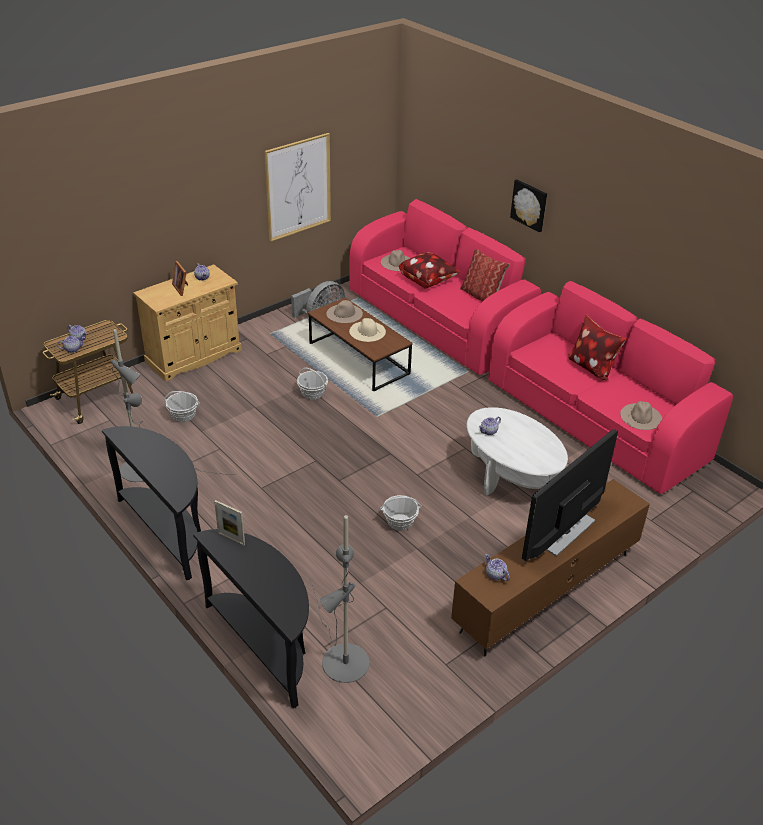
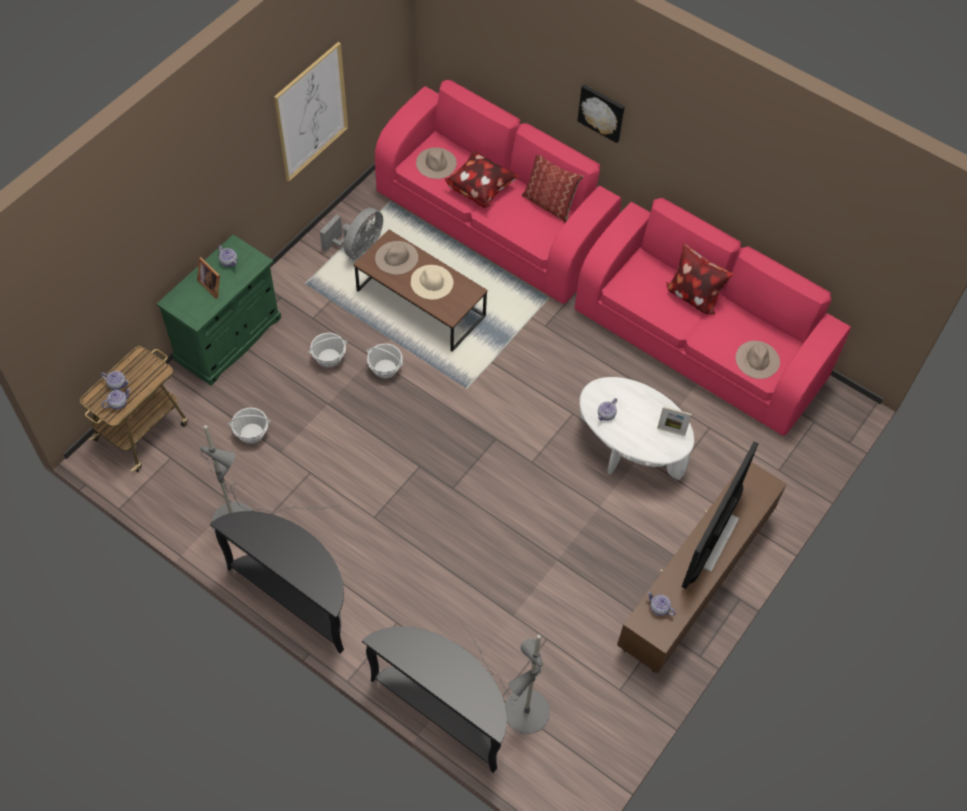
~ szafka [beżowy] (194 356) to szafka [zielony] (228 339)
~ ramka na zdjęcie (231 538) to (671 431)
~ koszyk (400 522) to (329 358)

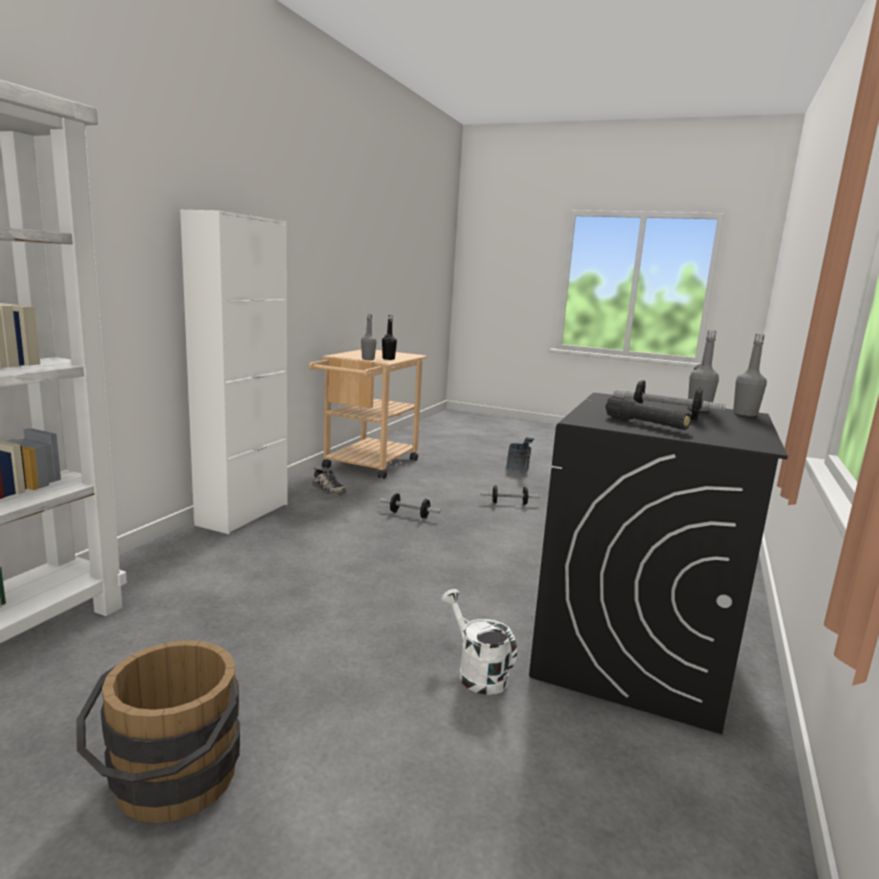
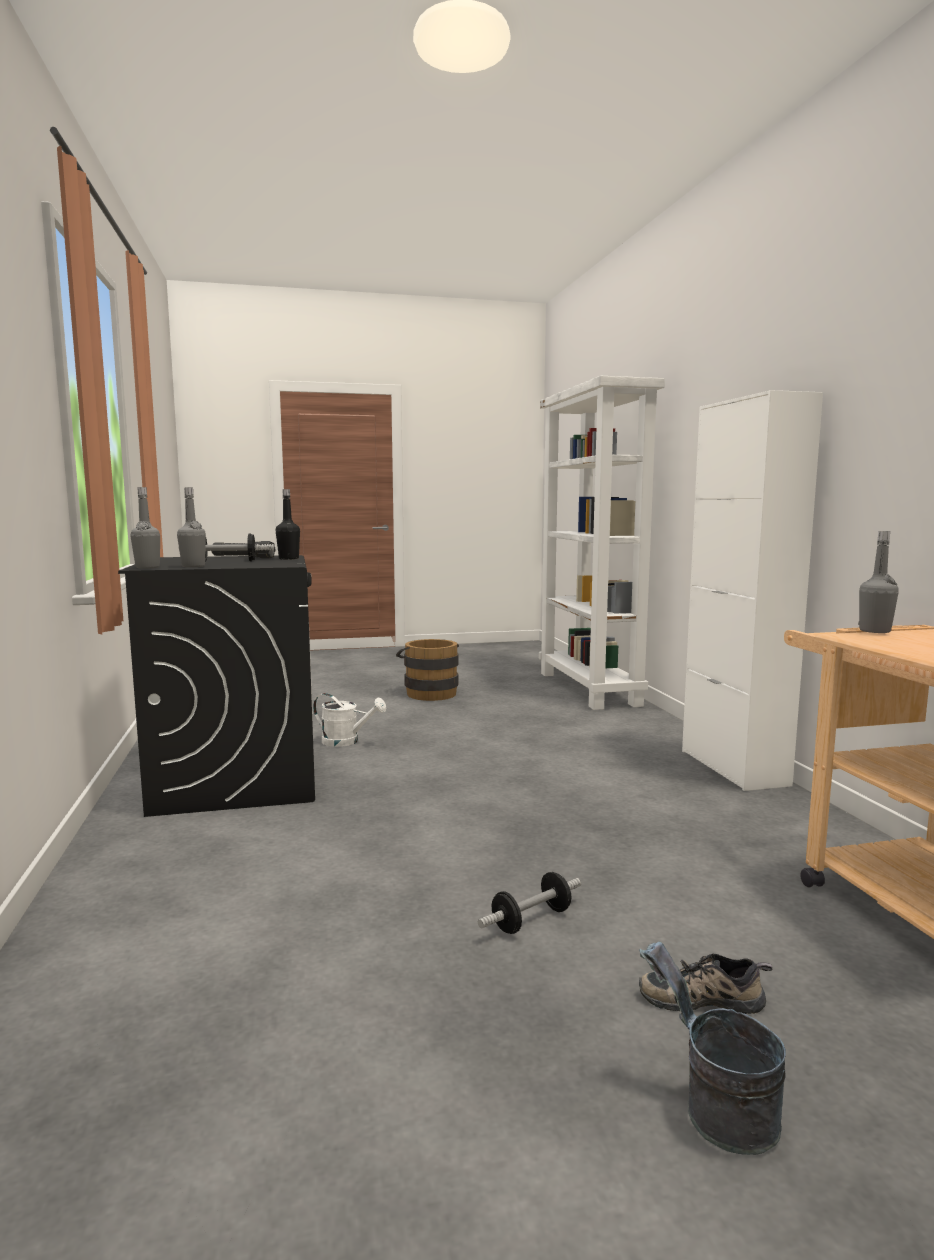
~ but (327 489) to (702 997)
- hantel (409 514)
~ butelka [czarny] (388 359) to (289 559)

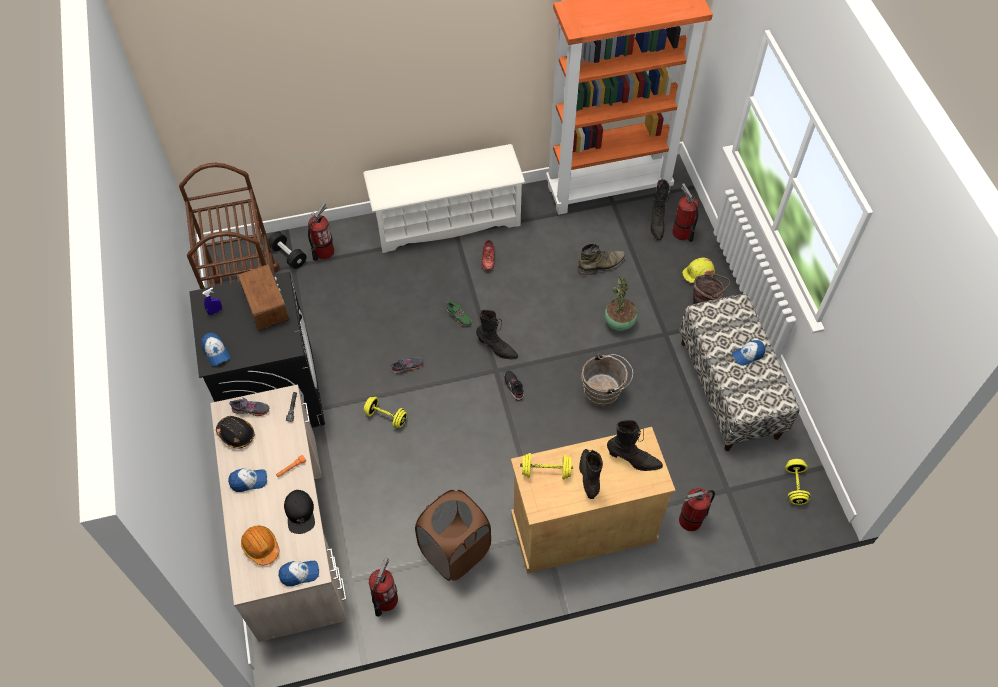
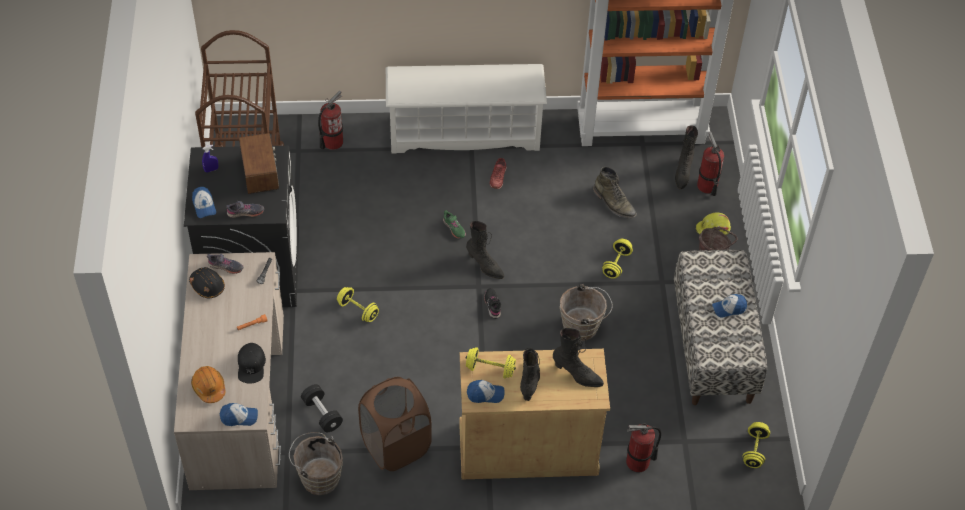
~ czapka z daszkiem (249 481) to (485 394)
~ hantel [czarny] (288 255) to (322 414)
~ gaśnica (385 600) to wiadro [brązowy] (318 476)
~ but [szary] (407 366) to (245 212)
~ but z cholewką [zielony] (601 265) = (614 203) 60 degrees clockwise
~ roślina doniczkowa (619 324) to hantel [żółty] (616 264)

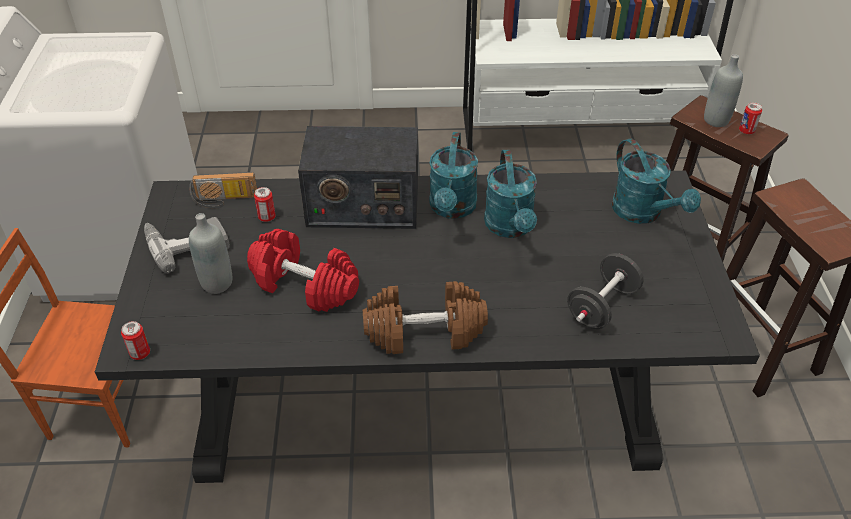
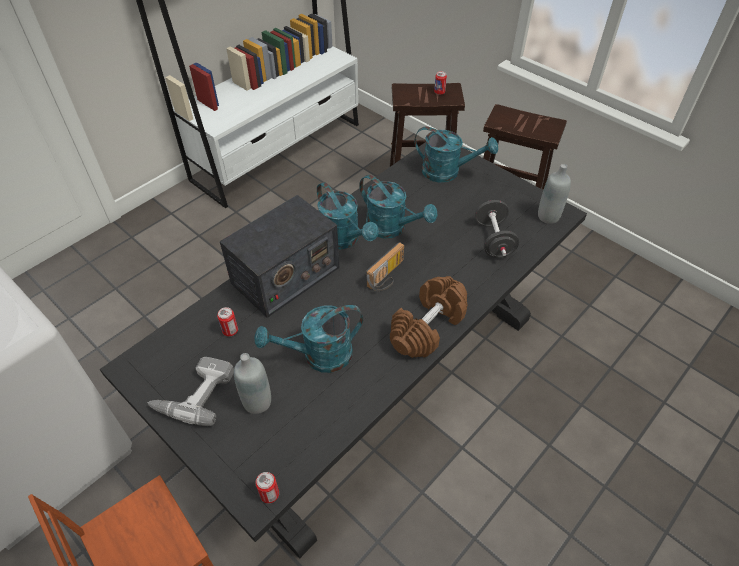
~ radio (225 200) to (387 276)
~ hantel [czerwony] (304 285) to konewka [turkusowy] (319 356)
~ butelka [szary] (716 120) to (548 216)

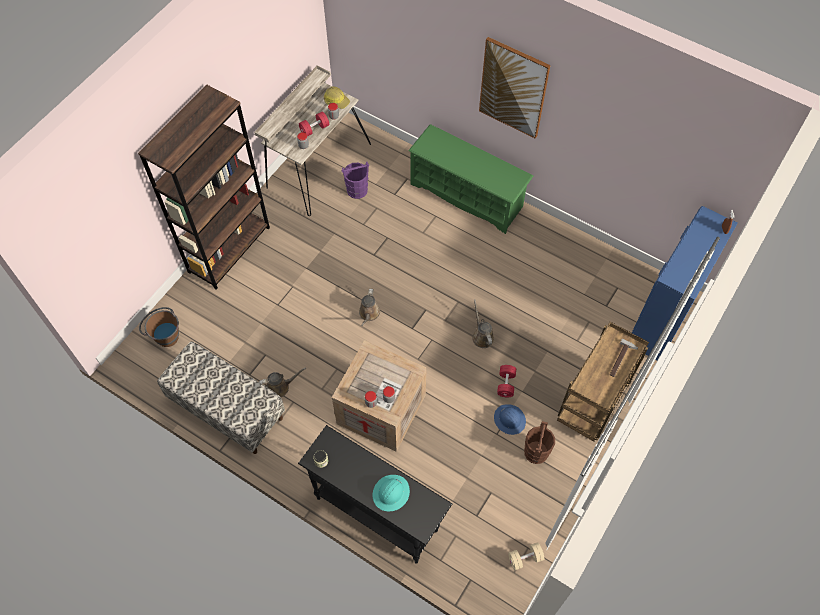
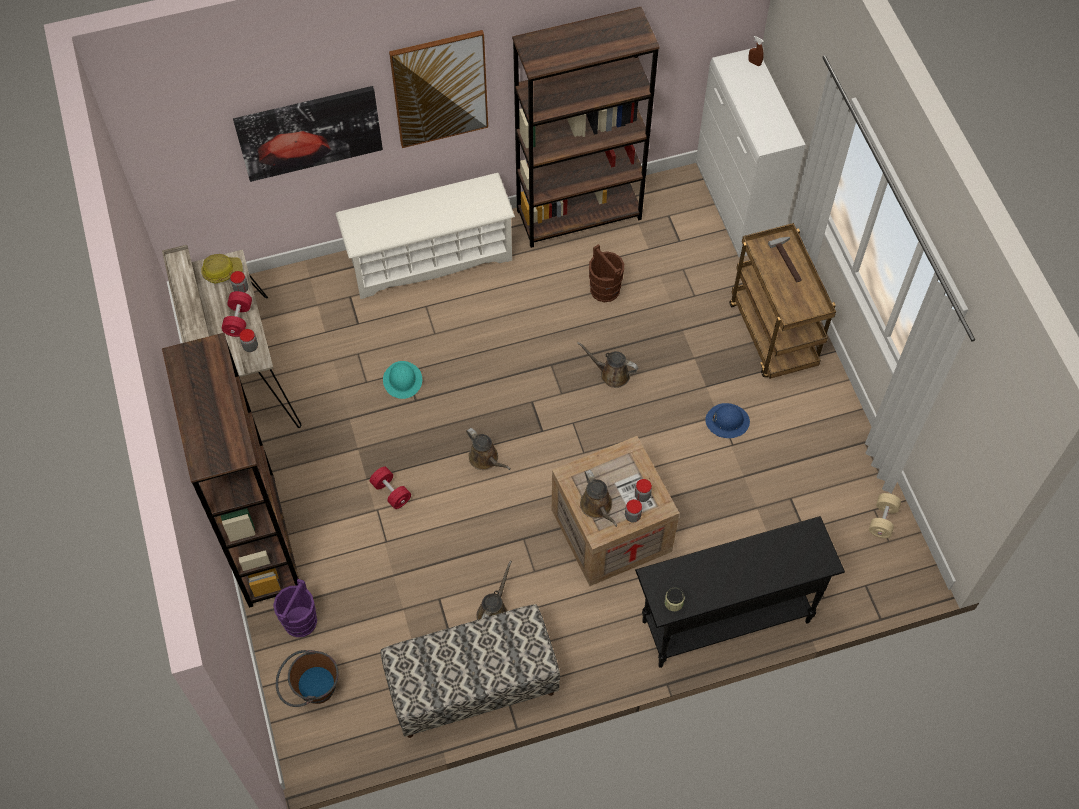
~ wiadro [fioletowy] (357 190) to (300 621)
~ kask [turkusowy] (391 493) to (403 380)
~ regał na buty [zielony] (467 195) to regał na buty [biały] (430 258)
~ hantel [czerwony] (506 384) to (391 492)
~ wiadro [brązowy] (536 452) to (605 290)
~ szafka [niebieski] (662 319) to szafka [biały] (737 207)
+ obraz (309 132)
+ regał [brązowy] (579 214)
+ konewka [brązowy] (597 507)

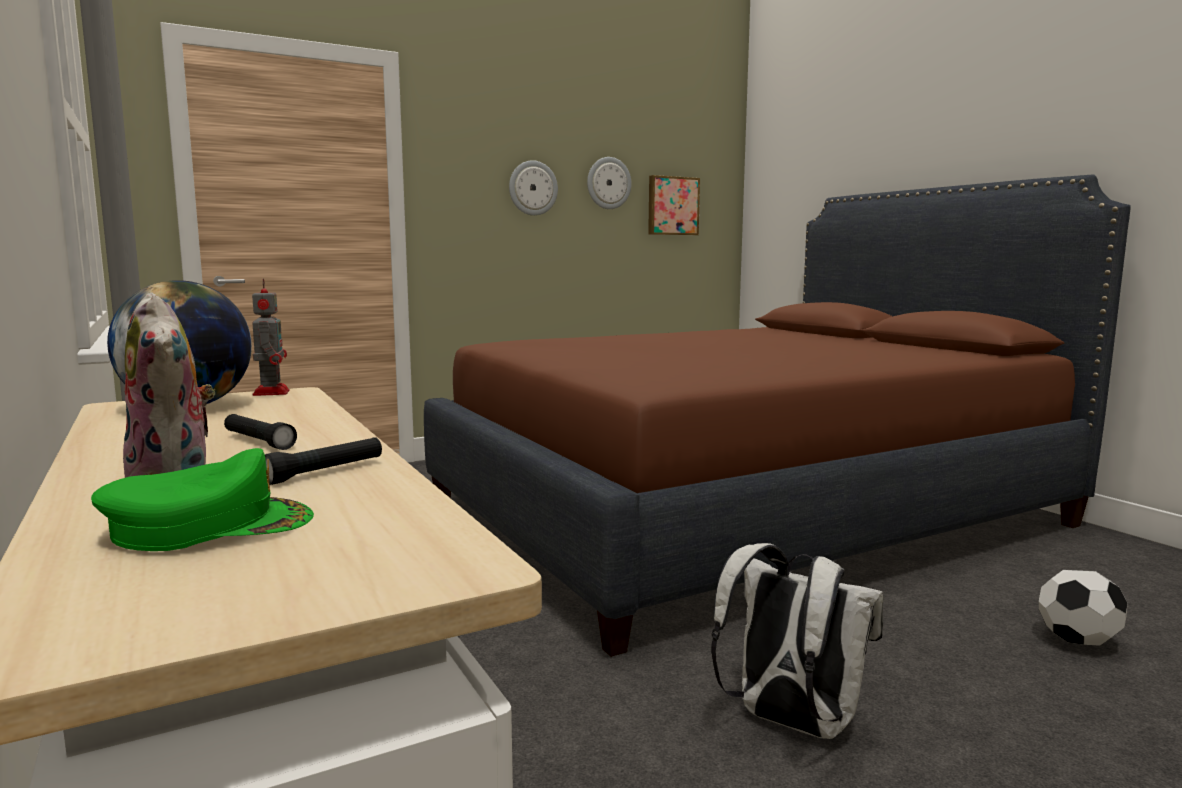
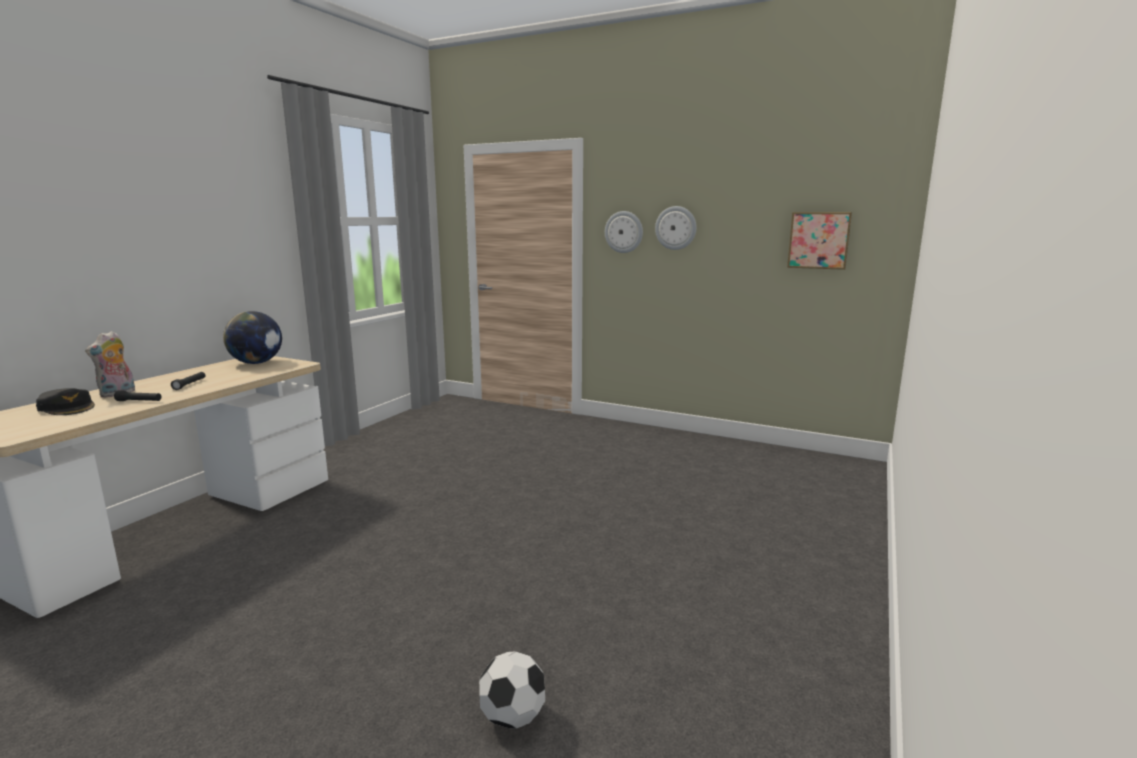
~ czapka z daszkiem [zielony] (210 525) to czapka z daszkiem [czarny] (67 408)
- robot zabawkowy (271 392)
- łóżko [brązowy] (745 512)
~ zegar ścienny (608 183) to (624 232)
- plecak [biały] (790 722)

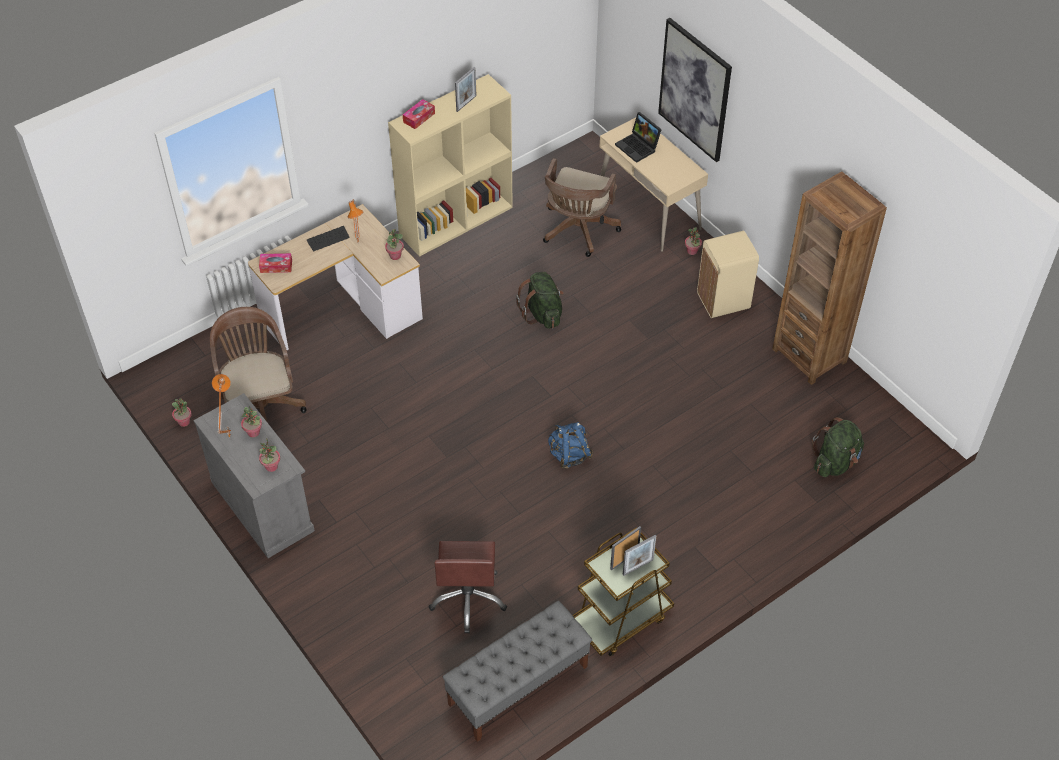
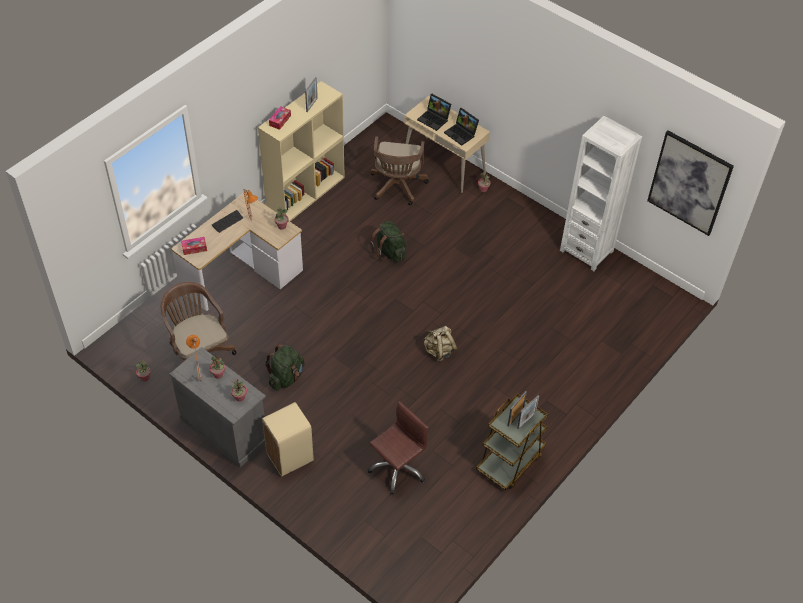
~ krzesło biurowe [brązowy] (468 598) = (397 468) 120 degrees counterclockwise
- ławka [szary] (518 685)
~ plecak [niebieski] (569 455) to plecak [beżowy] (439 351)
~ obraz (695 90) to (689 183)
~ kosz na śmieci [beżowy] (722 300) to (289 457)
~ regał [brązowy] (809 355) to regał [biały] (586 251)
~ plecak [zielony] (835 462) to (286 377)
+ laptop (461 133)

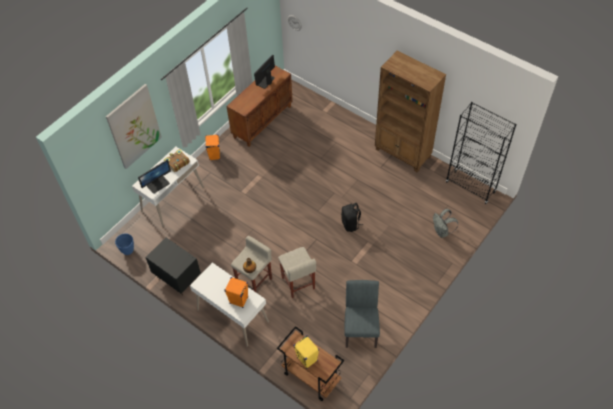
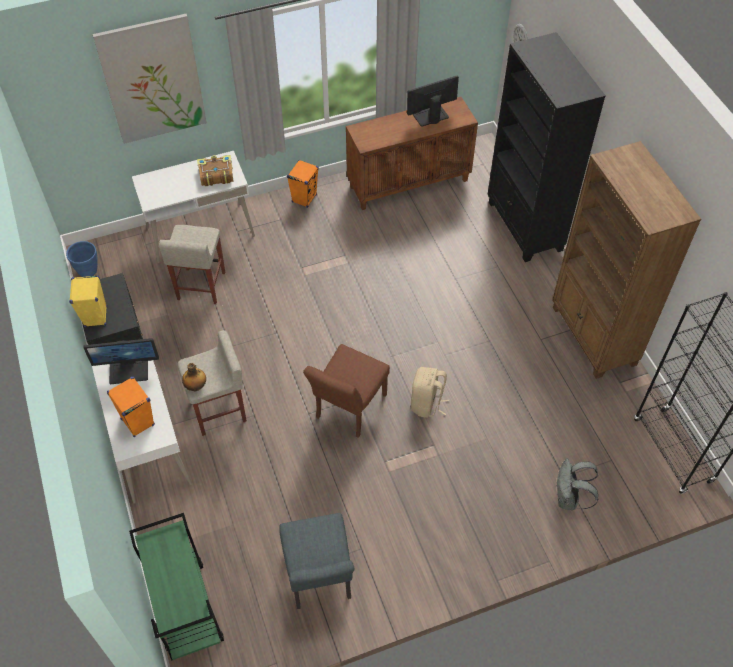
~ monitor (158 184) to (129 371)
~ wózek [brązowy] (310 376) to wózek [zielony] (186 609)
~ stołek [beżowy] (298 283) to (201 286)
~ głośnik [żółty] (307 359) to (96 317)
~ plecak [czarny] (350 224) to plecak [beżowy] (427 404)
~ krzesło [szary] (360 328) = (319 579) 135 degrees clockwise
+ krzesło [brązowy] (348 410)
+ regał [czarny] (524 227)

